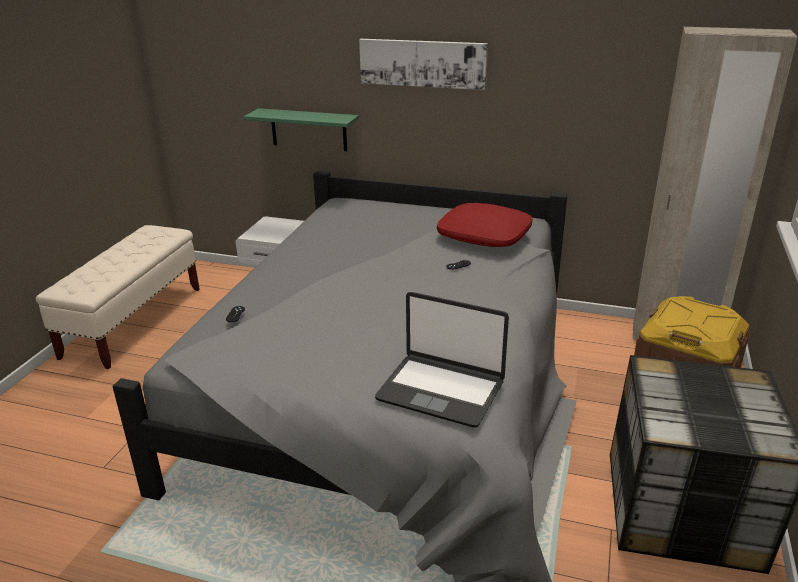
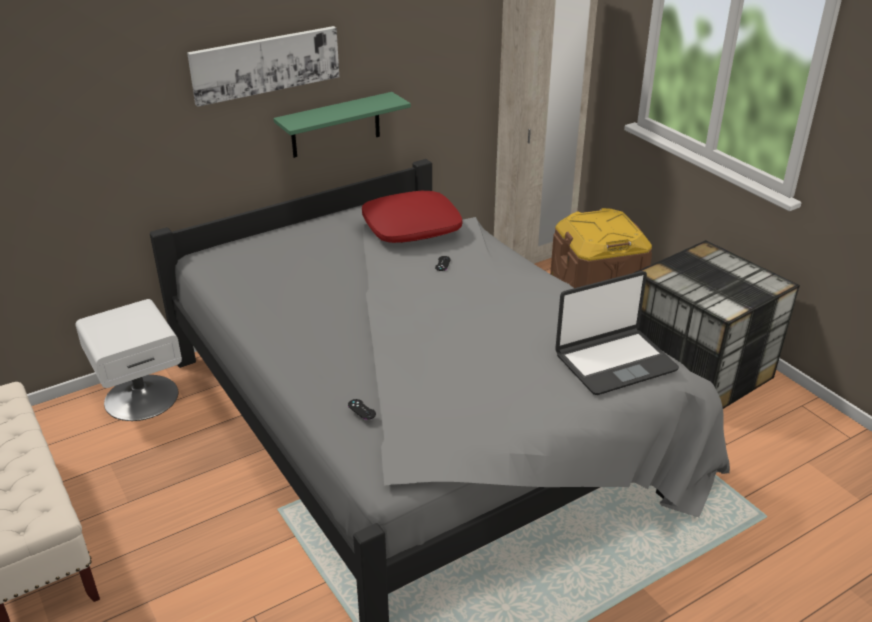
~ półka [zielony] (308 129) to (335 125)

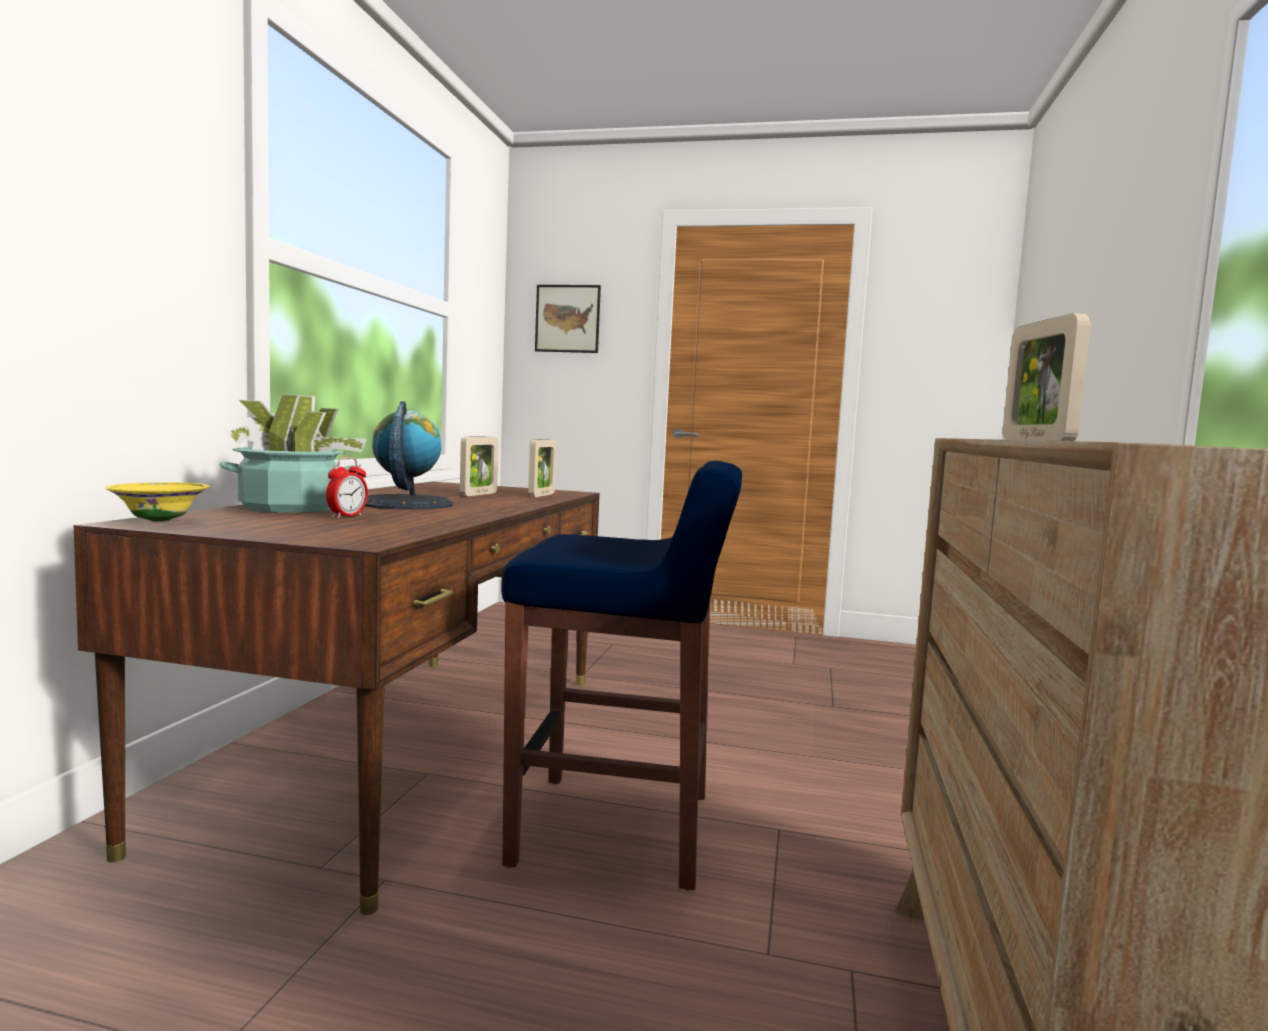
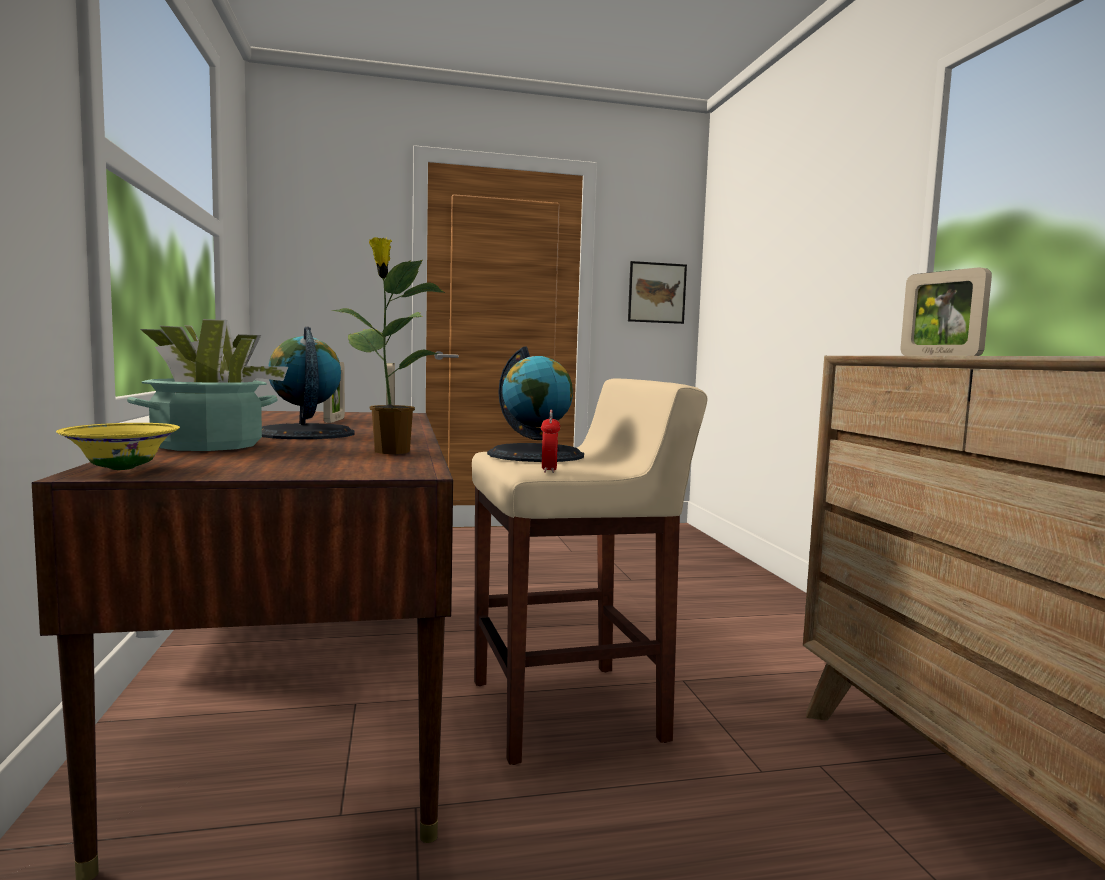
~ budzik (347 516) to (549 470)
~ stołek [niebieski] (618 829) to stołek [beżowy] (570 710)
~ obraz (567 319) to (656 293)
+ roślina doniczkowa (389 451)
+ globus (536 454)

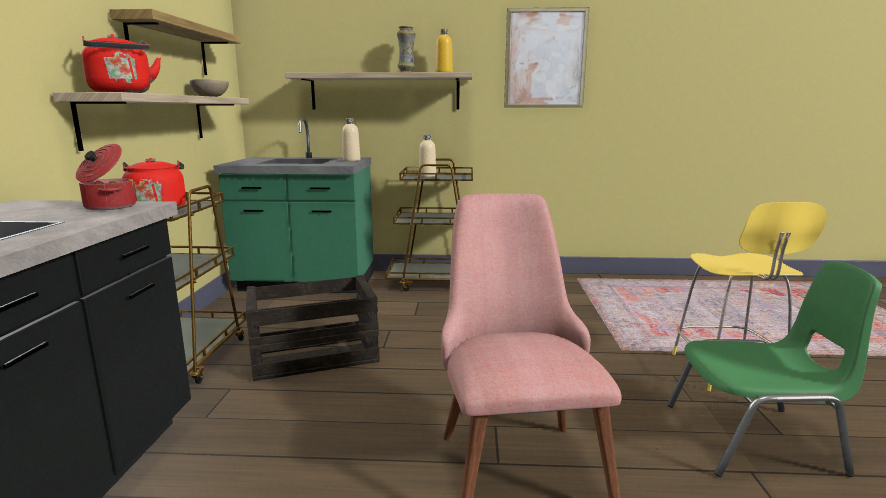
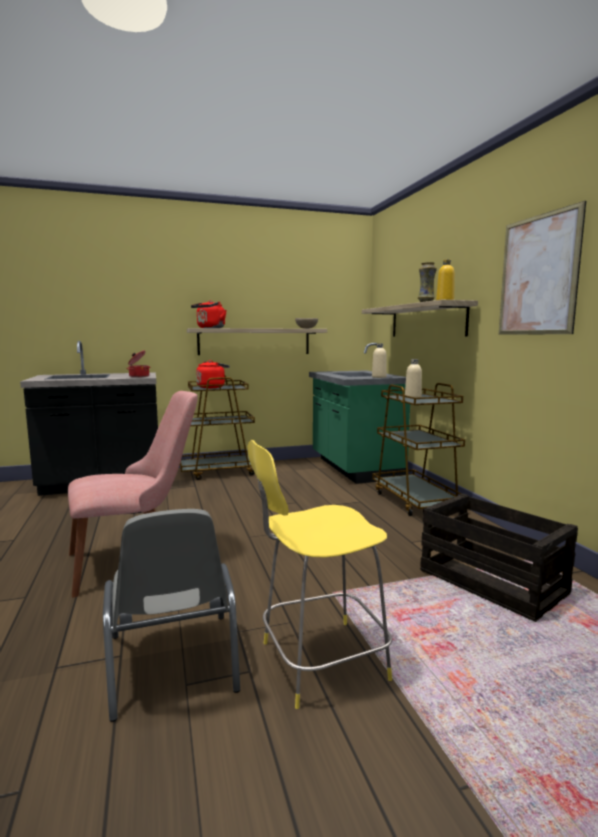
- półka (169 48)
~ skrzynka (313 355) to (490 581)
~ krzesło [zielony] (755 439) to krzesło [szary] (172 664)

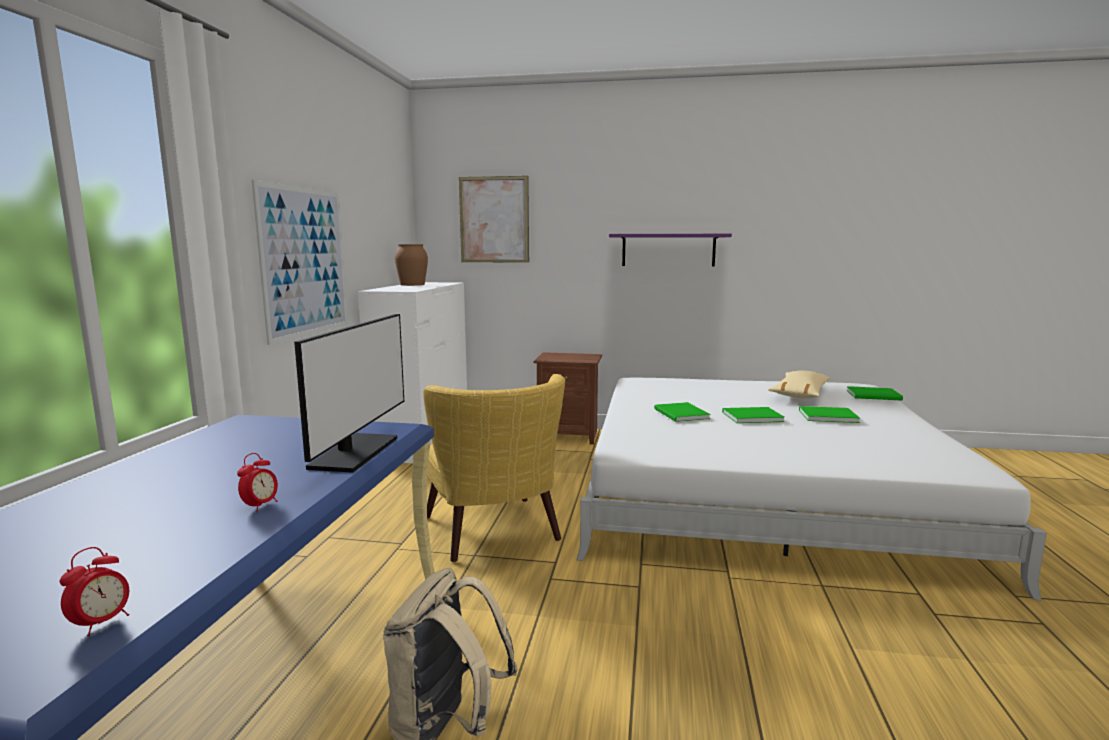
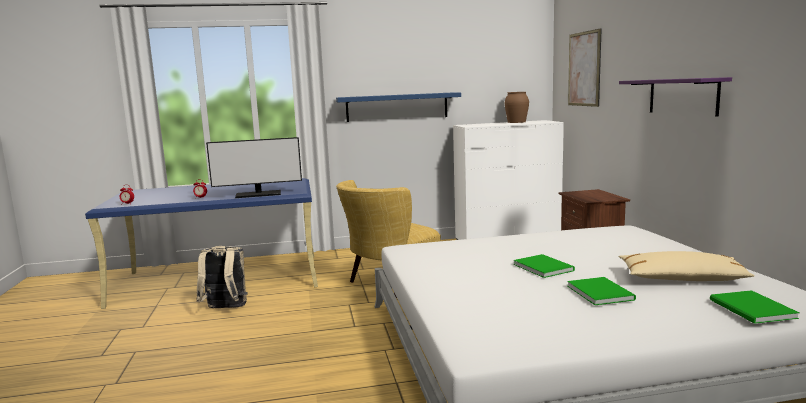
~ obraz (305 262) to półka [niebieski] (397 107)
- książka [zielony] (680 414)

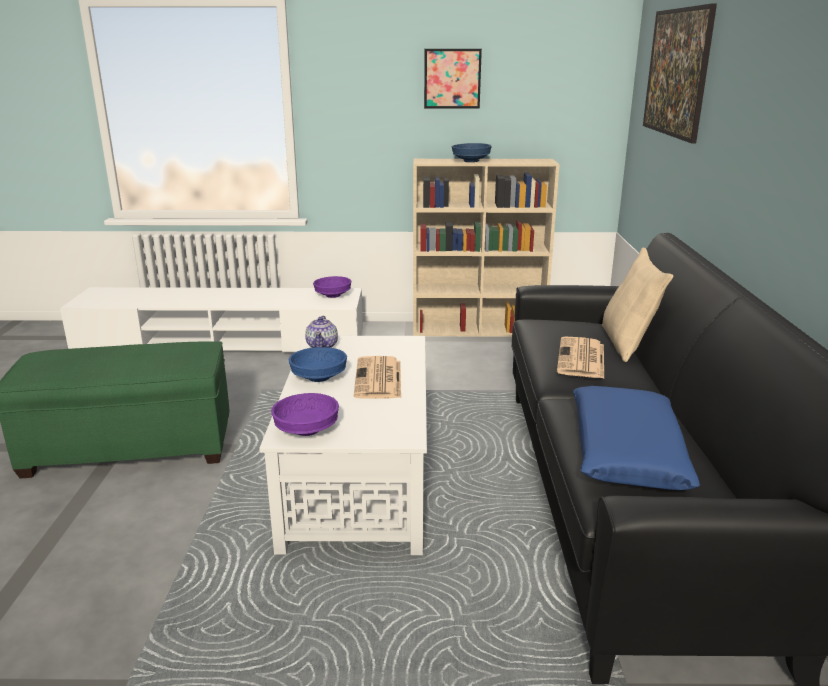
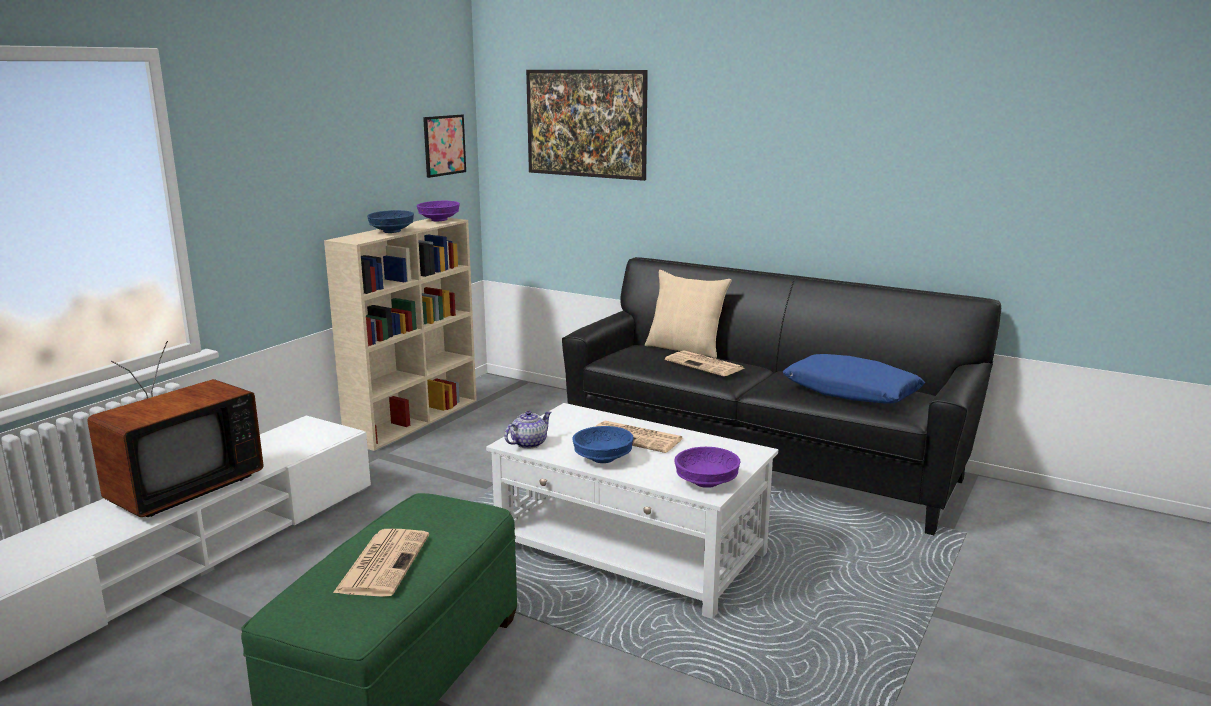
~ imbryk (322 346) = (528 444) 75 degrees counterclockwise
~ miska [fioletowy] (333 295) to (439 220)
~ obraz (452 78) to (444 145)
+ telewizor (179 489)
+ gazeta (383 562)

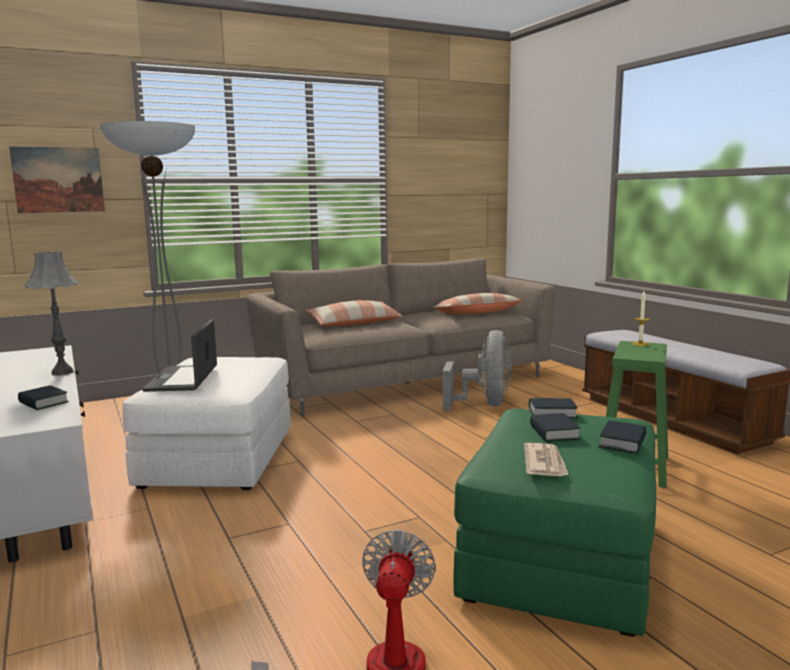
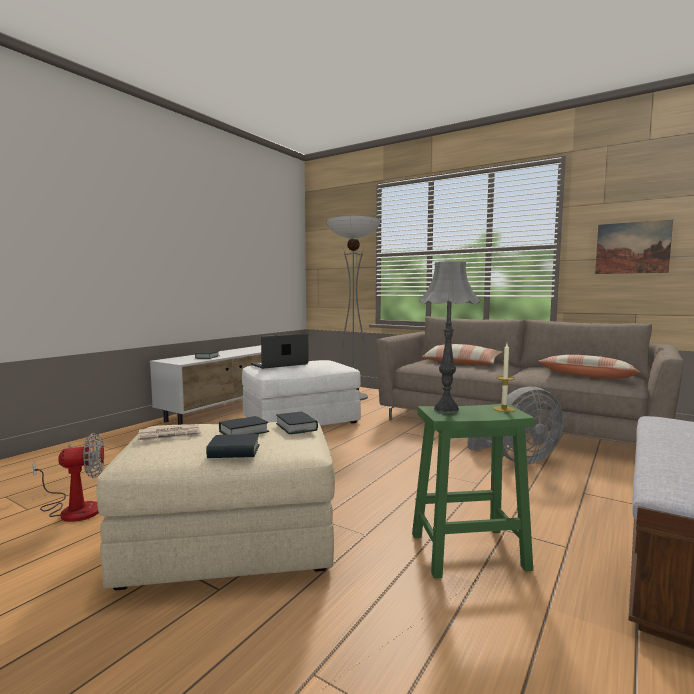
~ obraz (58 180) to (632 248)
~ lampa stołowa [szary] (62 373) to (446 410)
~ pufa [zielony] (560 558) to pufa [beżowy] (231 541)

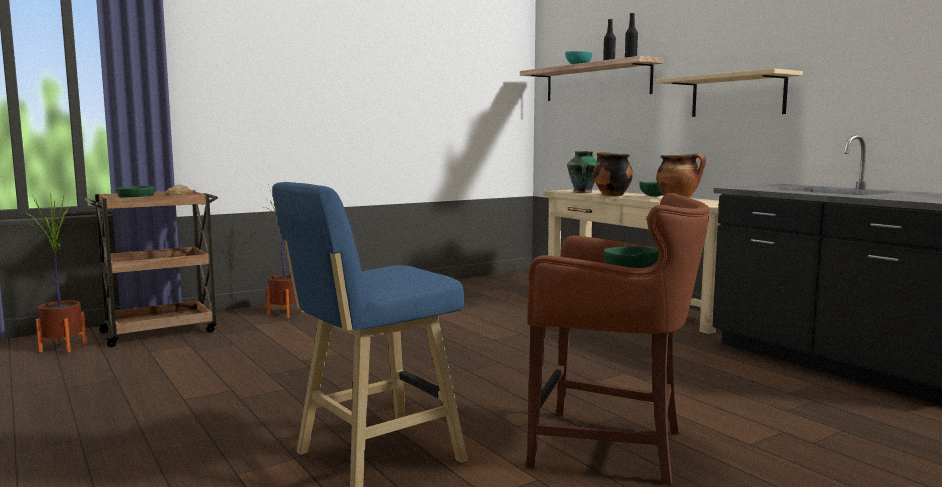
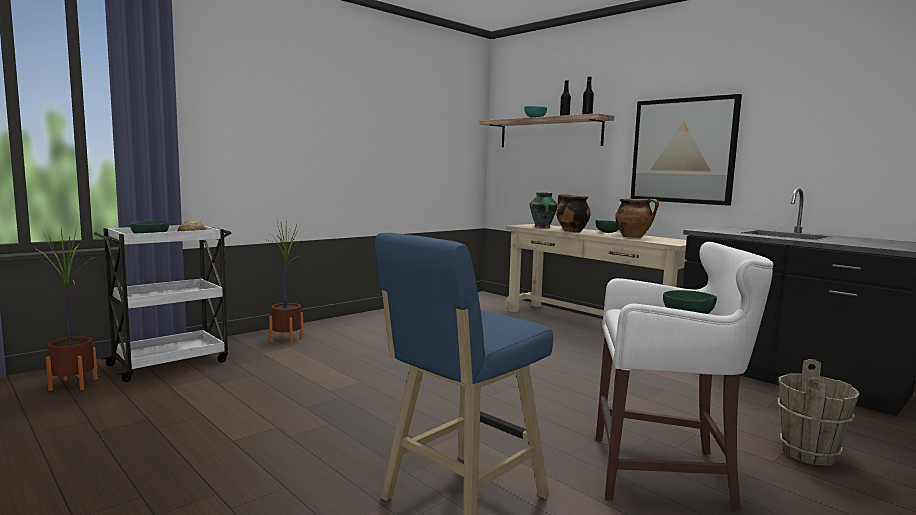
~ wózek [brązowy] (161 331) to wózek [biały] (171 362)
~ stołek [brązowy] (613 447) to stołek [biały] (666 472)
~ półka [beżowy] (737 96) to obraz (683 151)
+ wiadro [brązowy] (809 454)

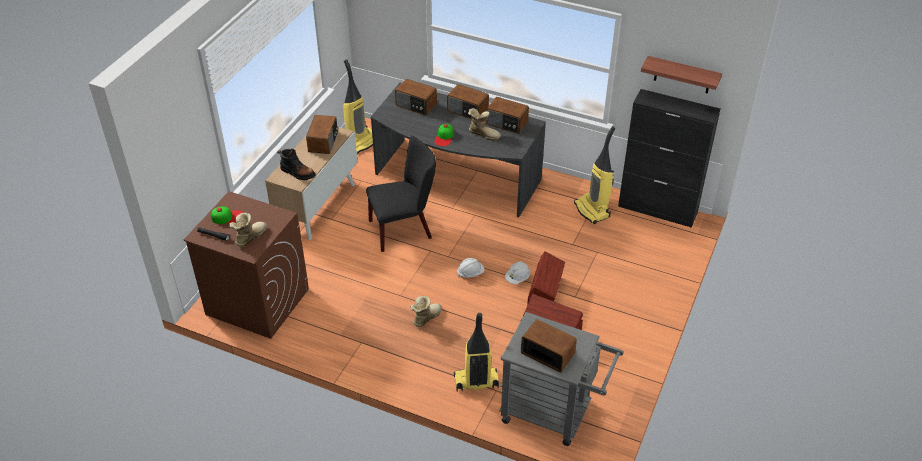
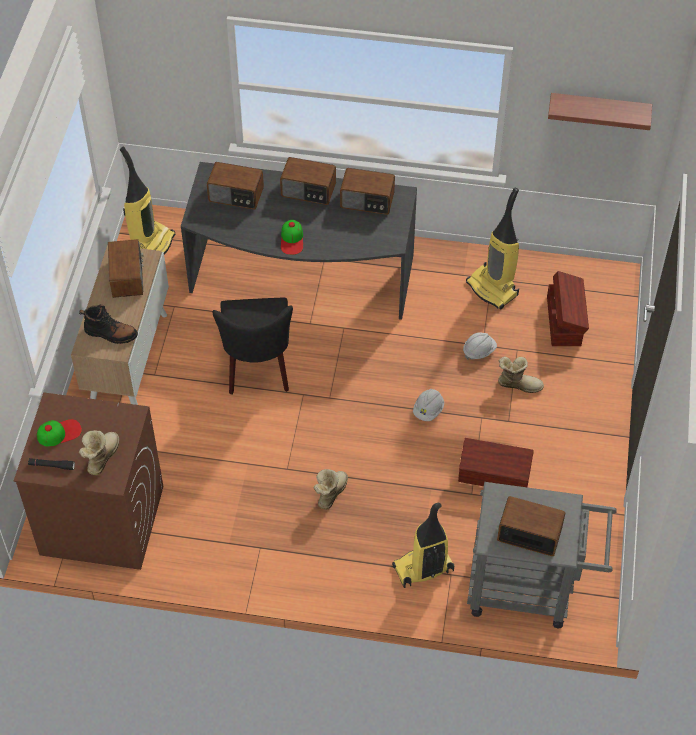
~ krzesło [czarny] (404 229) = (258 368) 120 degrees clockwise
~ kask [biały] (470 273) to (479 351)
~ but z cholewką (483 134) to (518 384)
~ pojemnik do przechowywania [brązowy] (545 292) to (564 320)
- szafka [czarny] (658 209)

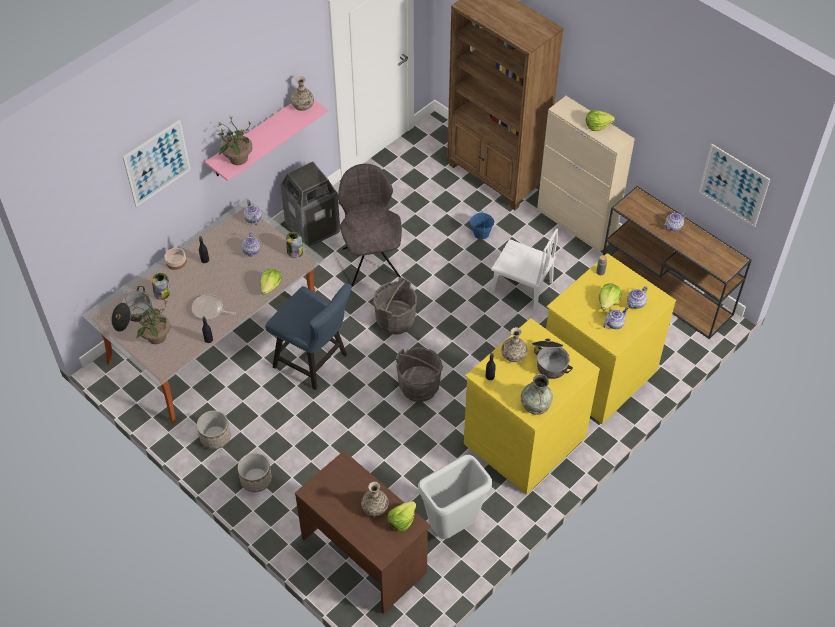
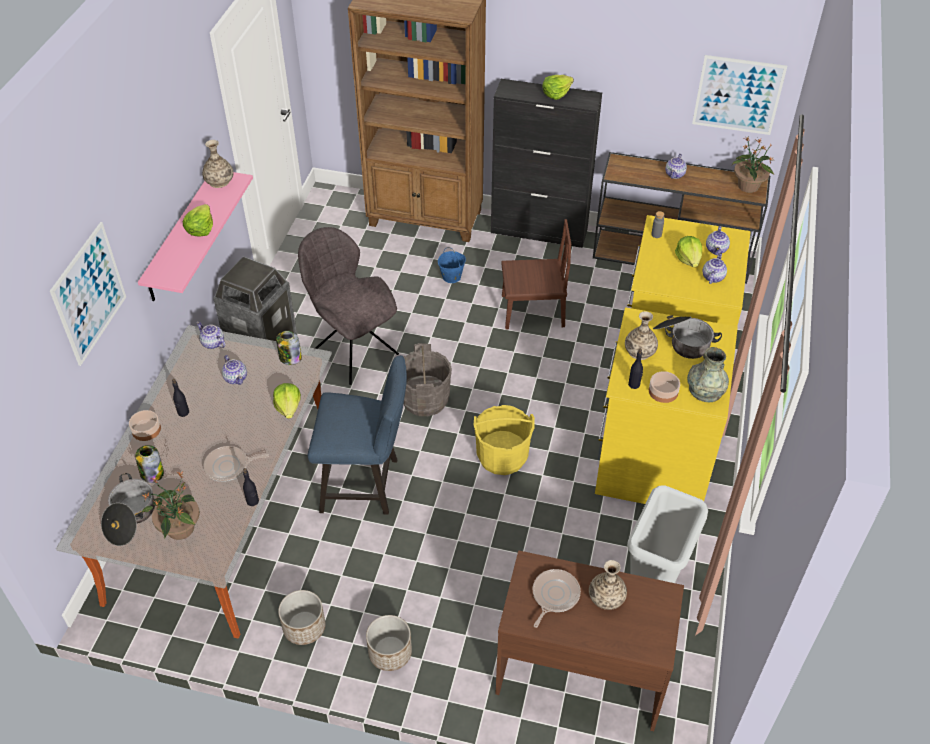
~ roślina doniczkowa (238 159) to (748 186)
~ sałata (401 520) to (200 229)
~ wiadro [szary] (419 386) to wiadro [żółty] (502 456)
~ krzesło [biały] (521 287) to krzesło [brązowy] (532 311)
~ szafka [beżowy] (576 224) to szafka [czarny] (539 231)
+ patelnia (554 596)
+ miska (663 391)

